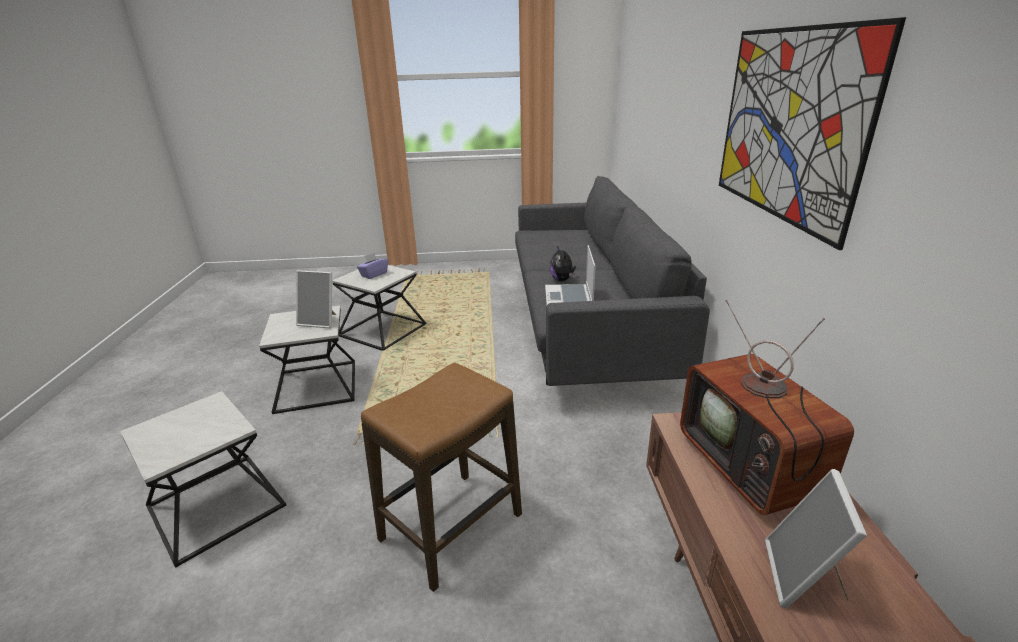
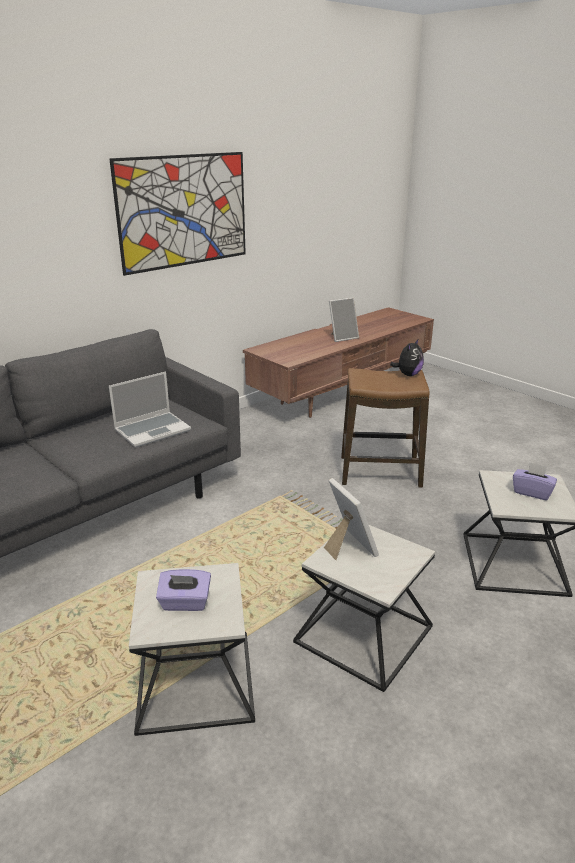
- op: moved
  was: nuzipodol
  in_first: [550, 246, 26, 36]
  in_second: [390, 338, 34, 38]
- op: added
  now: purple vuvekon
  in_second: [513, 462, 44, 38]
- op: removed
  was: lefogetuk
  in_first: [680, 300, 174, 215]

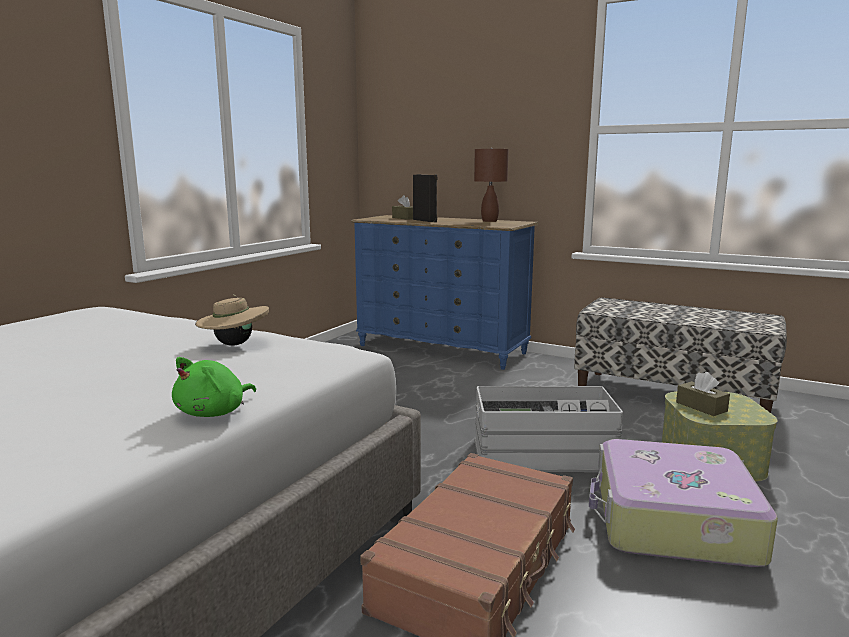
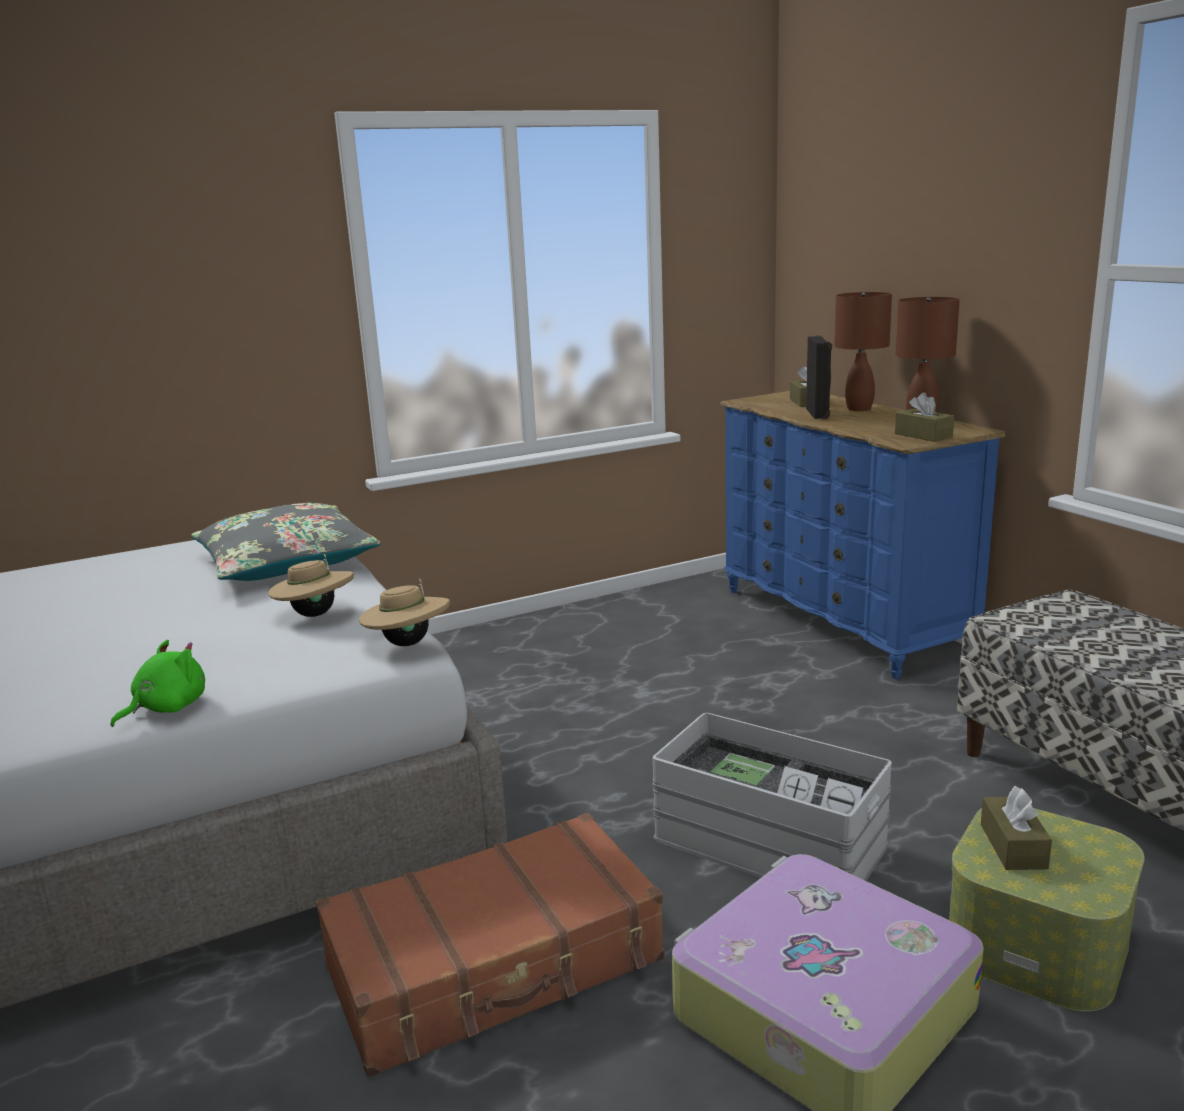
- op: turned
  was: green nuzipodol
  in_first: [172, 357, 84, 60]
  in_second: [110, 640, 95, 87]
  clockwise: 150
- op: added
  now: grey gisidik
  in_second: [192, 503, 189, 78]
- op: added
  now: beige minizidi
  in_second: [359, 579, 91, 67]
- op: added
  now: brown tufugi
  in_second: [834, 292, 58, 119]
- op: added
  now: brown vuvekon
  in_second: [895, 392, 59, 50]

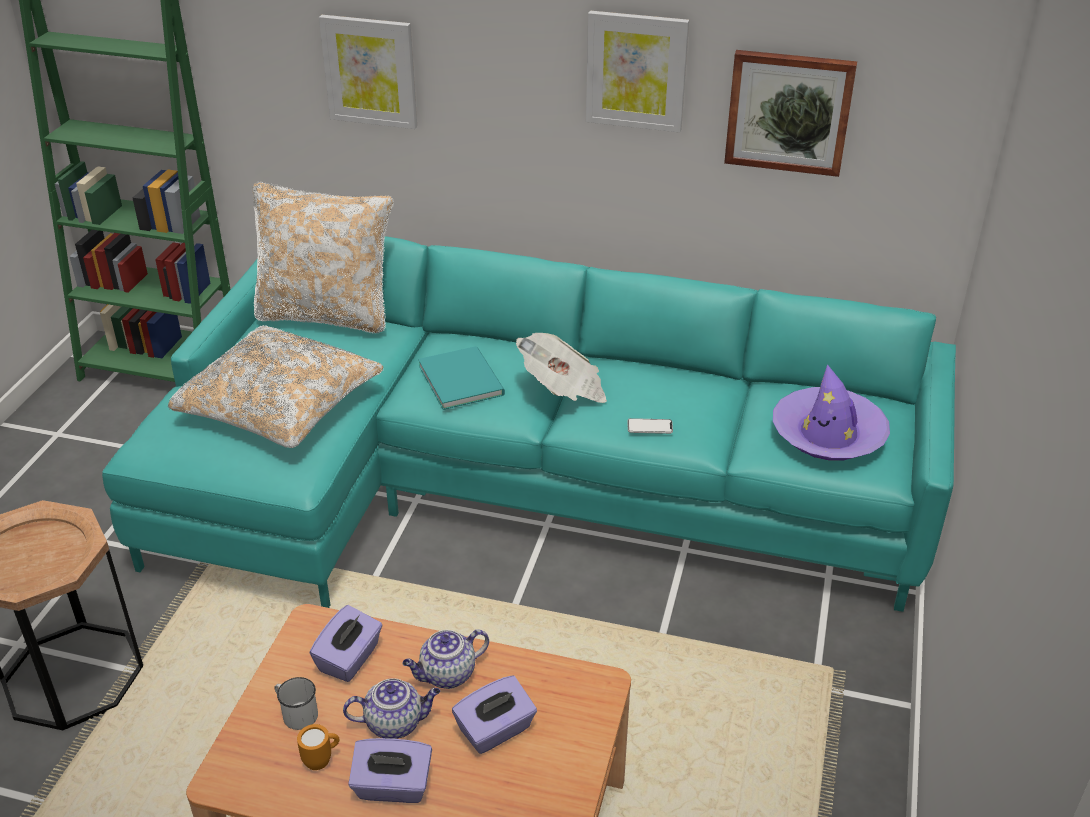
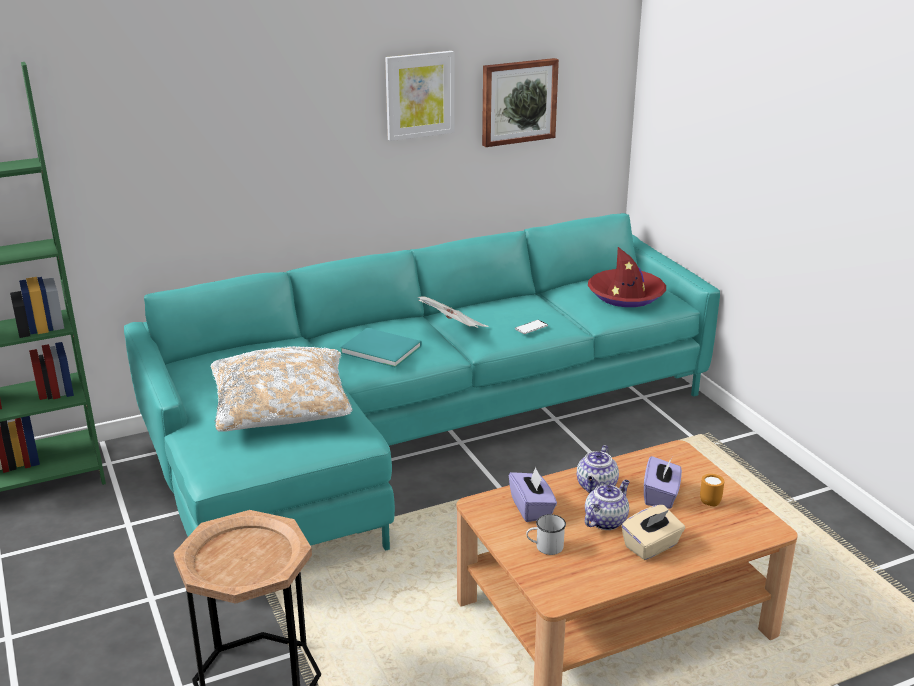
- op: recoloured
  was: purple minizidi
  now: red minizidi
  in_first: [773, 364, 117, 96]
  in_second: [588, 247, 78, 60]
- op: recoloured
  was: purple vuvekon
  now: beige vuvekon
  in_first: [348, 738, 84, 65]
  in_second: [621, 505, 64, 55]
- op: moved
  was: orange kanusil
  in_first: [297, 724, 42, 46]
  in_second: [700, 474, 24, 32]
- op: removed
  was: white gisidik
  in_first: [252, 182, 142, 151]
- op: removed
  was: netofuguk
  in_first: [319, 15, 98, 114]

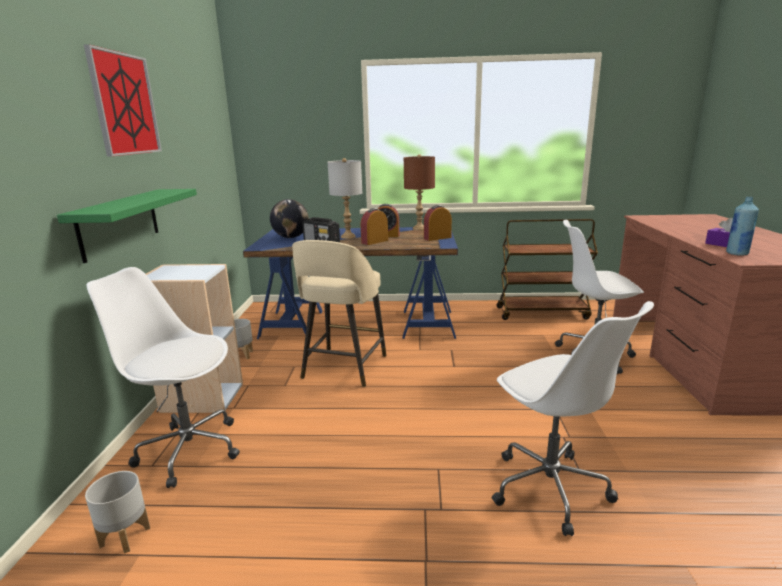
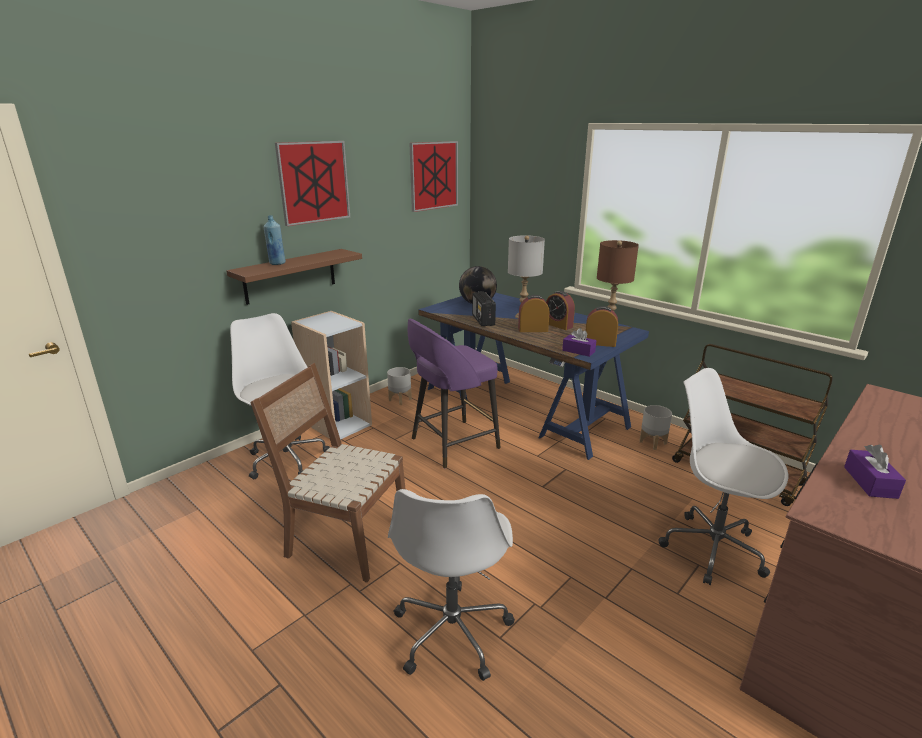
- op: recoloured
  was: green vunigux
  now: brown vunigux
  in_first: [57, 189, 140, 74]
  in_second: [226, 249, 136, 56]
- op: added
  now: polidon
  in_second: [250, 363, 155, 219]
- op: moved
  was: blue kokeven
  in_first: [726, 197, 33, 59]
  in_second: [264, 215, 22, 50]
- op: recoloured
  was: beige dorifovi
  now: purple dorifovi
  in_first: [292, 240, 94, 147]
  in_second: [408, 319, 93, 149]
- op: added
  now: netofuguk
  in_second: [409, 141, 49, 71]
- op: added
  now: purple vuvekon
  in_second: [562, 328, 34, 29]
- op: moved
  was: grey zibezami
  in_first: [85, 471, 65, 83]
  in_second: [639, 405, 33, 45]

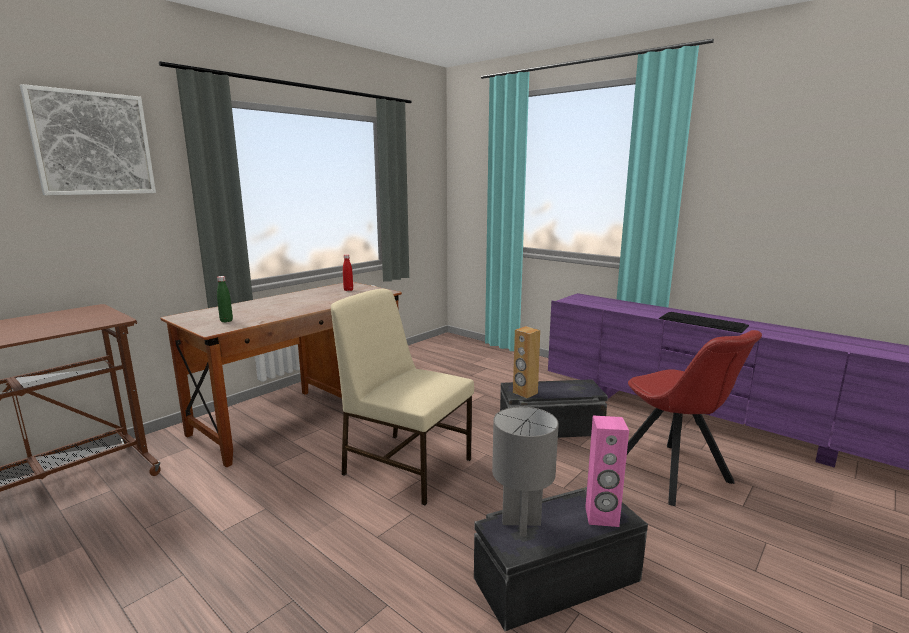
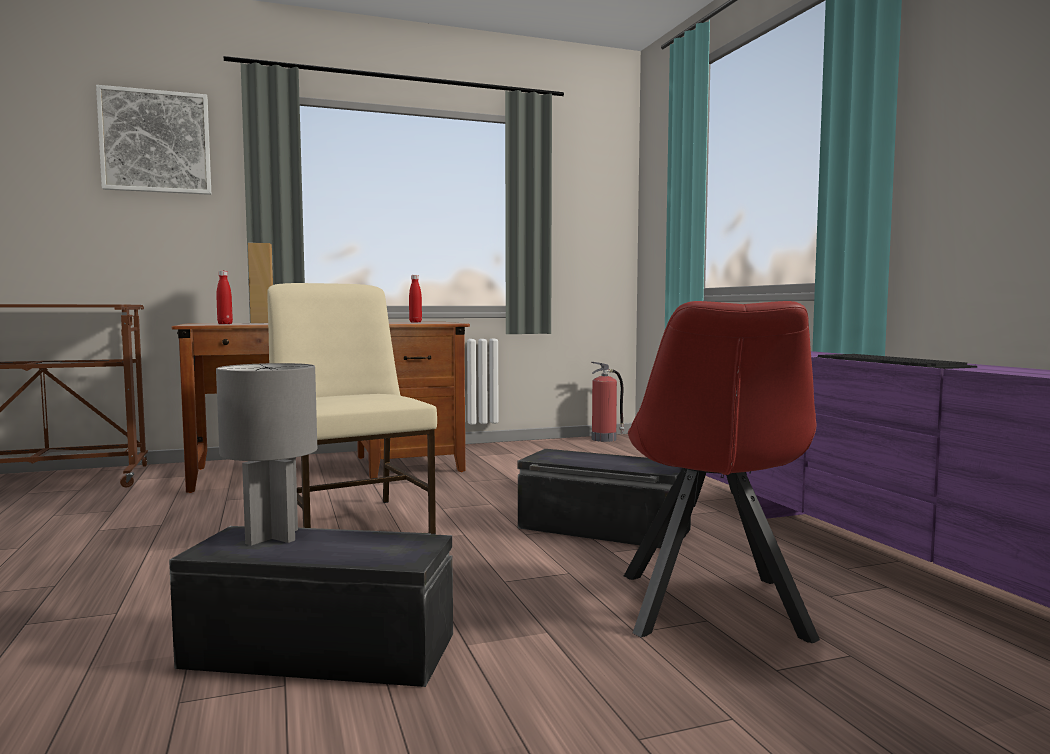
- op: recoloured
  was: green kokeven
  now: red kokeven
  in_first: [217, 276, 16, 46]
  in_second: [216, 271, 17, 53]
- op: moved
  was: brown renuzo
  in_first: [513, 326, 27, 72]
  in_second: [248, 243, 25, 80]
- op: added
  now: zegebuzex
  in_second: [591, 362, 33, 80]
- op: removed
  was: pink renuzo
  in_first: [585, 416, 44, 111]

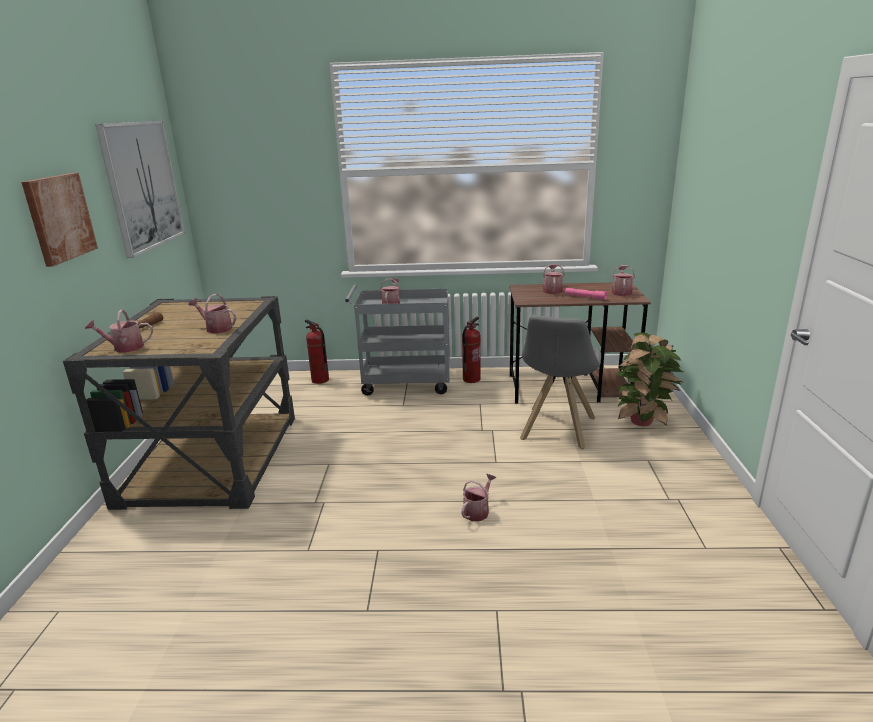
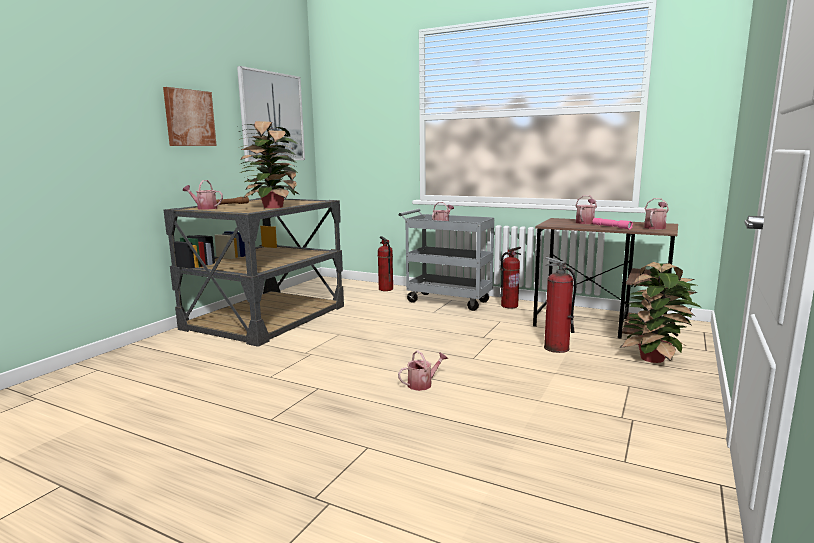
- op: replaced
  was: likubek
  now: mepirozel
  in_first: [189, 294, 47, 39]
  in_second: [238, 121, 62, 87]
- op: replaced
  was: grey polidon
  now: zegebuzex
  in_first: [520, 315, 81, 134]
  in_second: [544, 257, 32, 96]

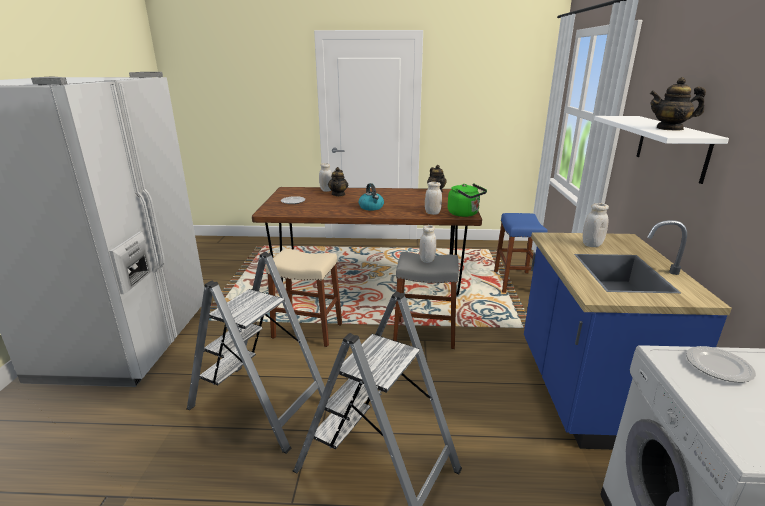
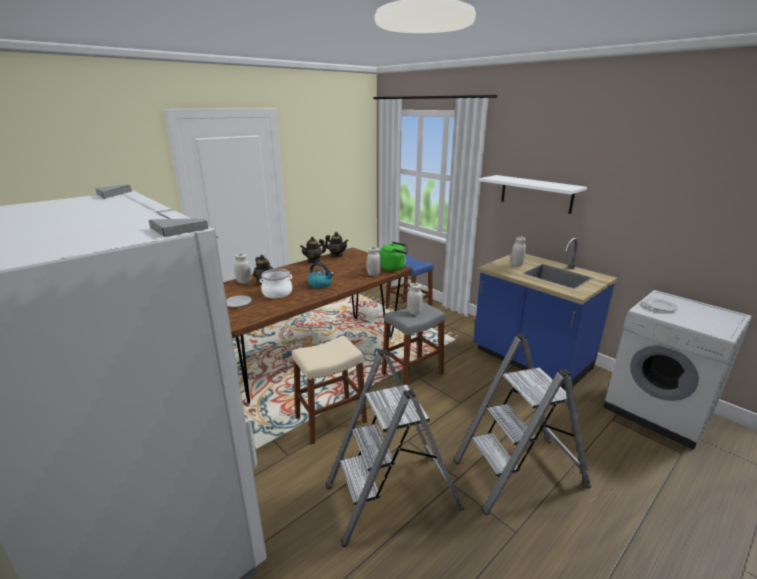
- op: added
  now: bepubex
  in_second: [259, 269, 33, 29]
- op: moved
  was: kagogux
  in_first: [650, 77, 56, 54]
  in_second: [300, 236, 26, 27]

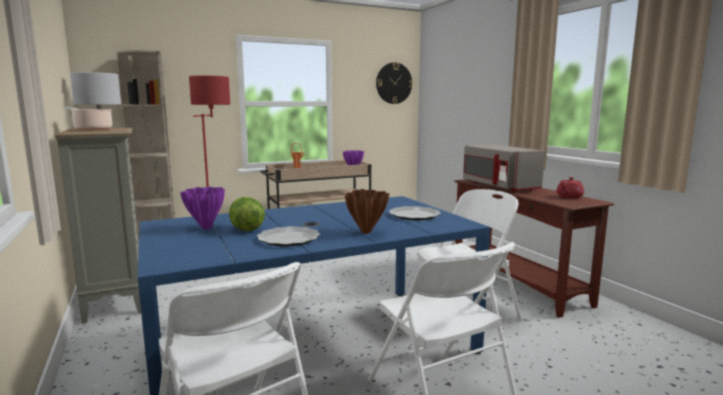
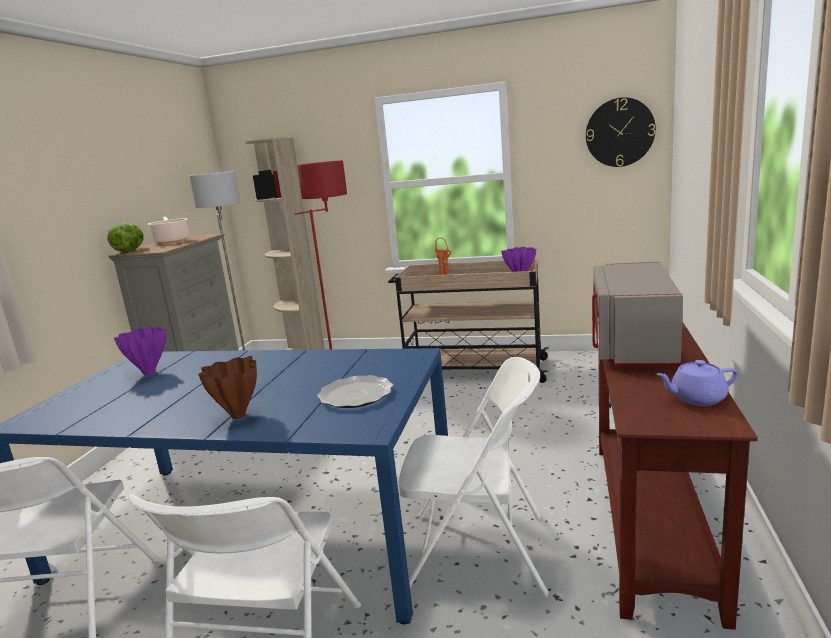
- op: moved
  was: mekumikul
  in_first: [229, 197, 36, 34]
  in_second: [107, 223, 37, 29]
- op: recoloured
  was: red kagogux
  now: purple kagogux
  in_first: [556, 177, 28, 21]
  in_second: [656, 360, 82, 46]
- op: removed
  was: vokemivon
  in_first: [257, 226, 63, 21]

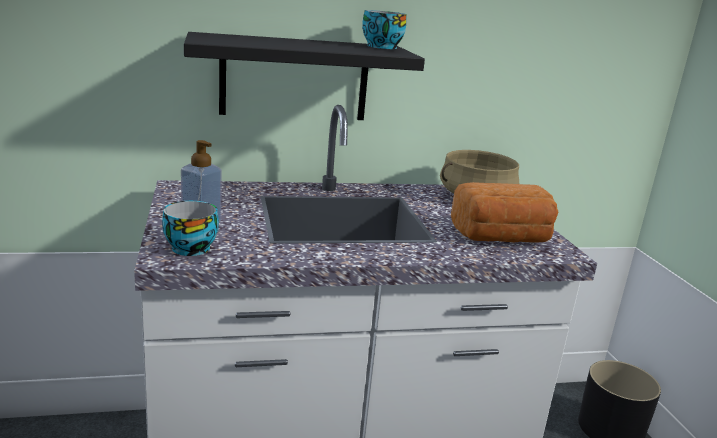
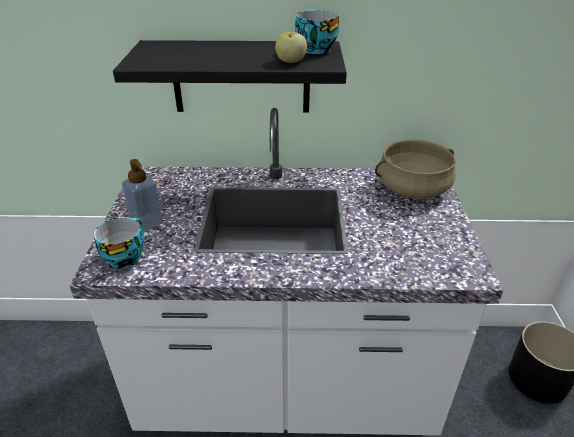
- op: added
  now: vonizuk
  in_second: [275, 32, 32, 31]
- op: removed
  was: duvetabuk
  in_first: [451, 182, 108, 61]

